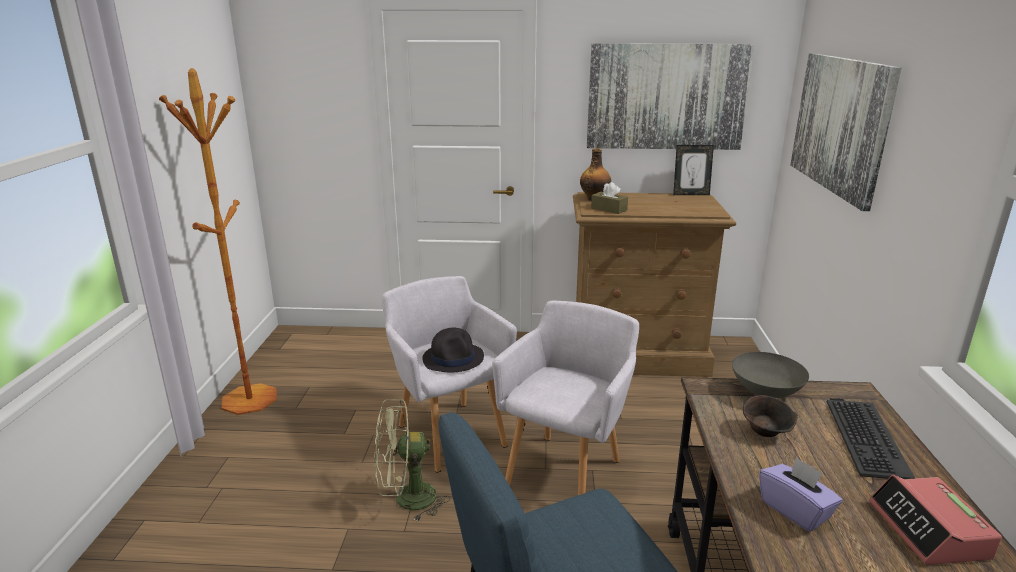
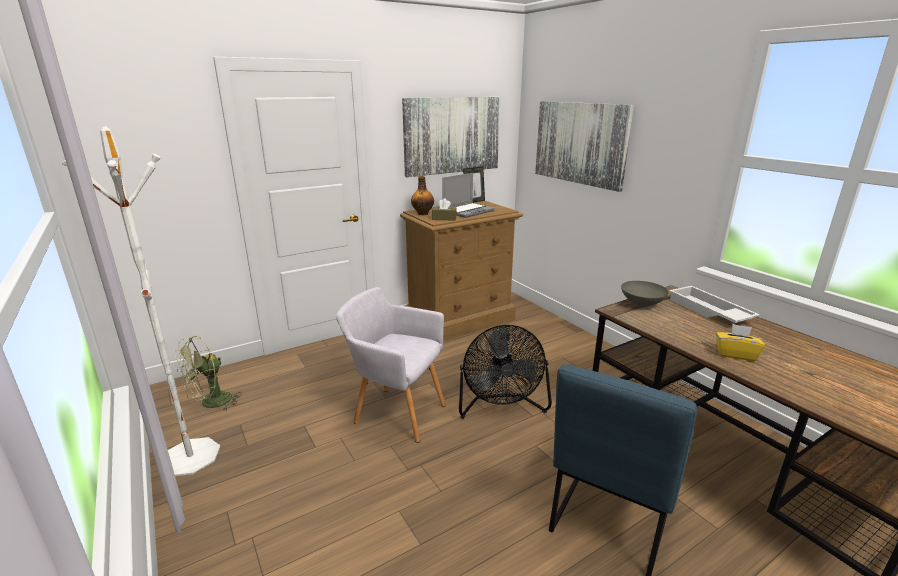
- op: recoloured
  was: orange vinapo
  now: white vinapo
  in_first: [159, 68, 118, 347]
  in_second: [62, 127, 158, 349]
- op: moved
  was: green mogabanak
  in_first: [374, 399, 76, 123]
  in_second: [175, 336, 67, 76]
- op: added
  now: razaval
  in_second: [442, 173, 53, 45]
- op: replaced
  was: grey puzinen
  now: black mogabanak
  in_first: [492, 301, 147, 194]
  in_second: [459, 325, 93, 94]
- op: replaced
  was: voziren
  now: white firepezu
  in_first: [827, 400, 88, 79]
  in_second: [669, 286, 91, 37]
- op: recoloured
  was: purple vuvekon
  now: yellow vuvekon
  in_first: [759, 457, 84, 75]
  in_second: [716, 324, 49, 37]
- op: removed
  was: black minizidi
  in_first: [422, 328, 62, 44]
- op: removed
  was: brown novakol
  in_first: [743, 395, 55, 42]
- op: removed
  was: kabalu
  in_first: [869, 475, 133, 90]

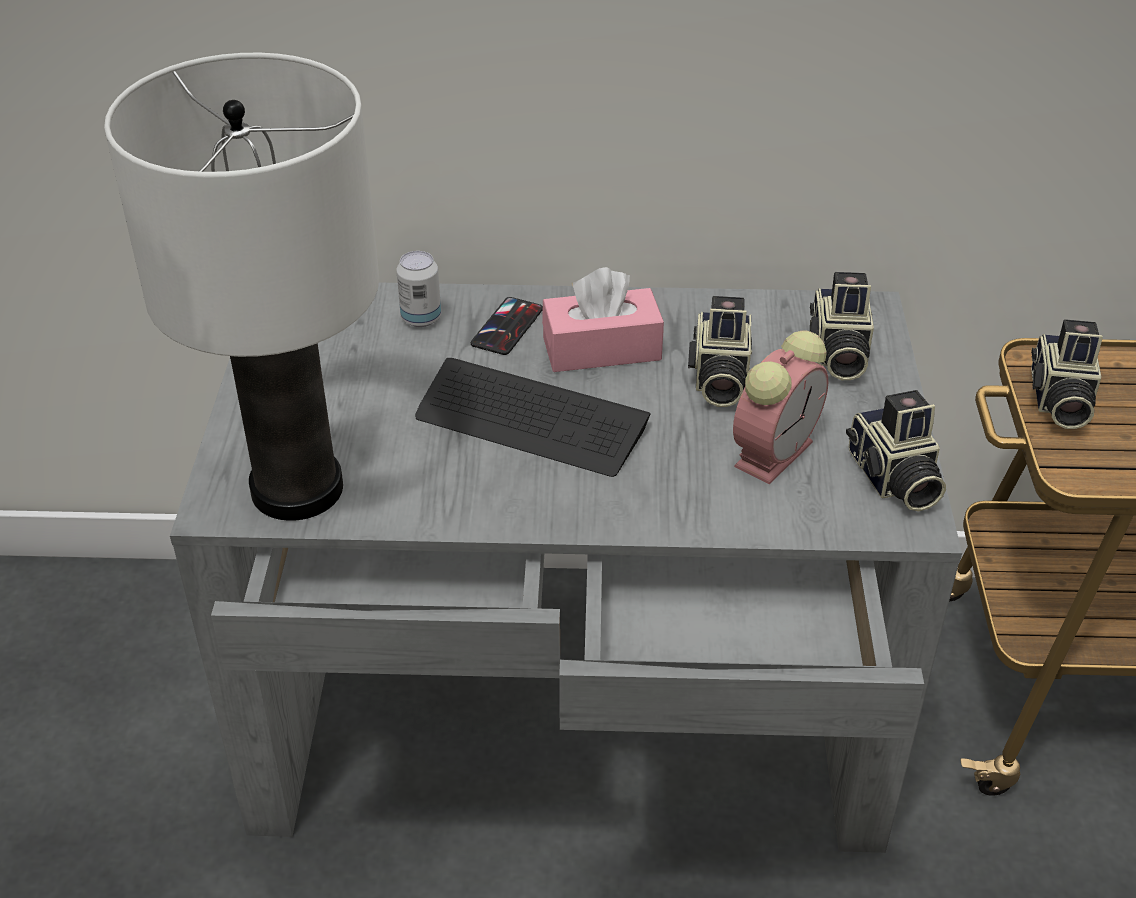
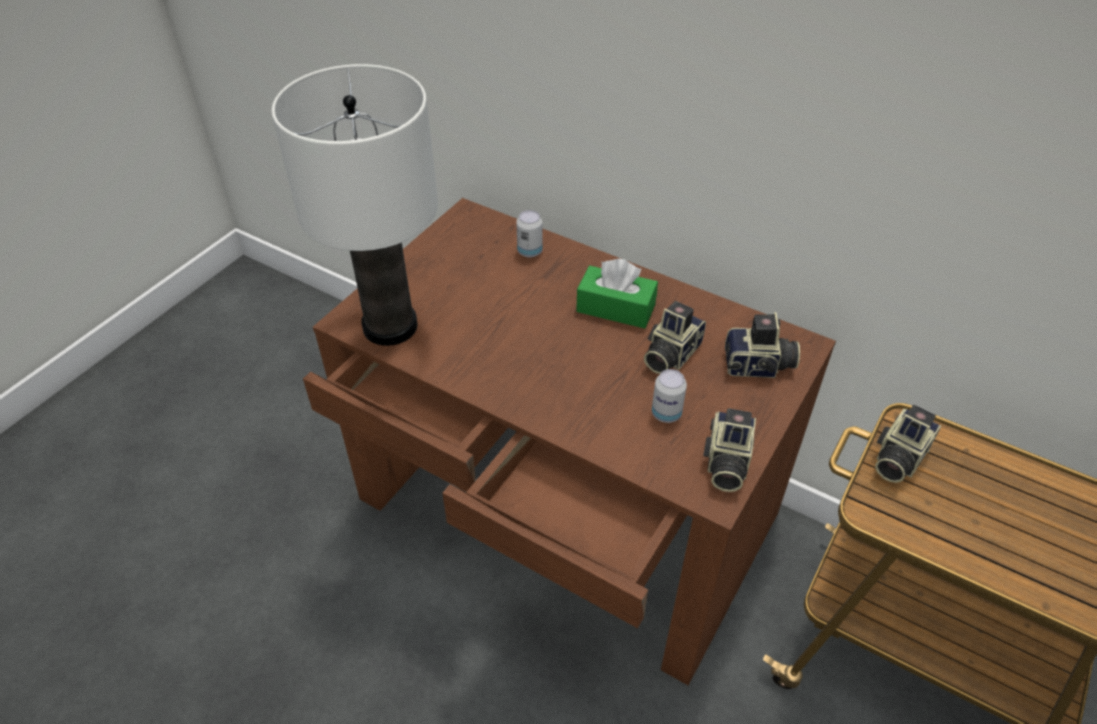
- op: recoloured
  was: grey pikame
  now: brown pikame
  in_first: [170, 283, 792, 570]
  in_second: [303, 198, 533, 487]
- op: recoloured
  was: pink vuvekon
  now: green vuvekon
  in_first: [542, 267, 122, 105]
  in_second: [576, 259, 82, 70]
- op: replaced
  was: kabalu
  now: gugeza
  in_first: [733, 330, 95, 154]
  in_second: [652, 369, 35, 54]
- op: turned
  was: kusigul
  in_first: [810, 272, 64, 108]
  in_second: [725, 312, 75, 66]
  clockwise: -120
- op: removed
  was: voziren
  in_first: [415, 358, 236, 119]
- op: removed
  was: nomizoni
  in_first: [471, 297, 72, 58]

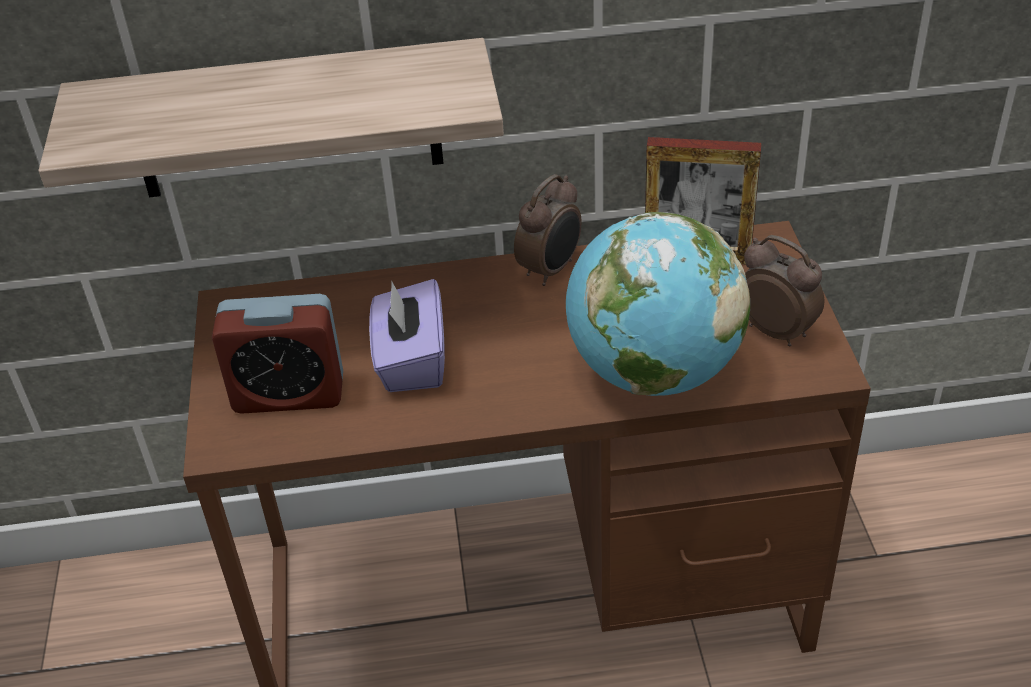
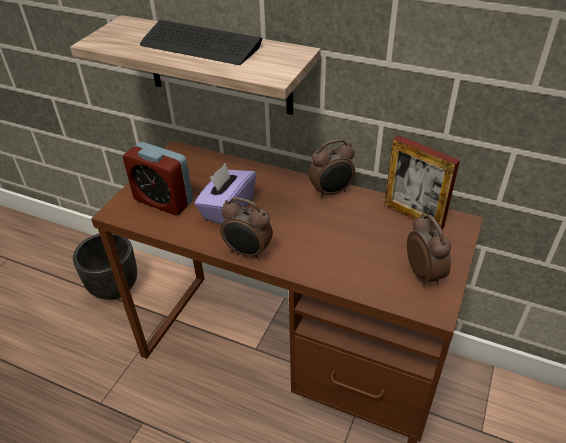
- op: added
  now: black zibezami
  in_second: [73, 234, 64, 66]
- op: added
  now: voziren
  in_second: [140, 20, 123, 45]
- op: added
  now: kabalu
  in_second: [220, 197, 53, 64]
- op: removed
  was: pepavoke
  in_first: [566, 212, 184, 184]

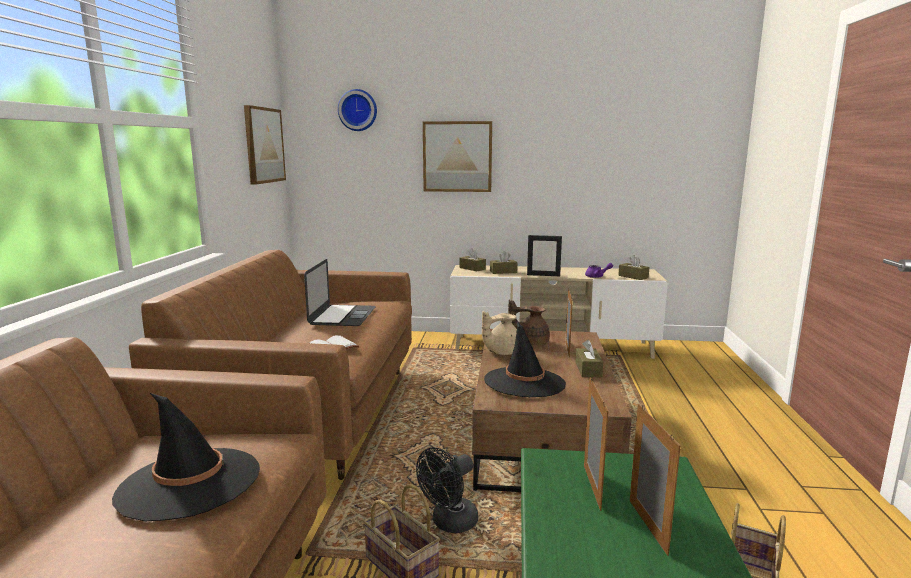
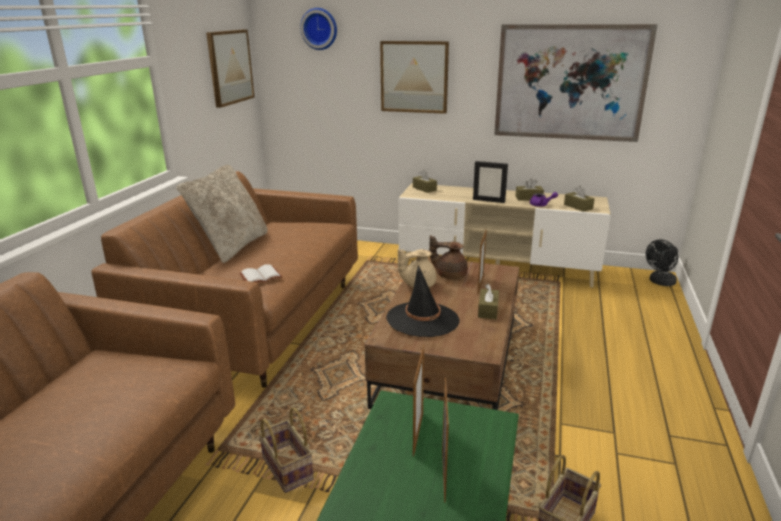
- op: added
  now: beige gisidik
  in_second: [176, 165, 91, 98]
- op: added
  now: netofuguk
  in_second: [494, 24, 164, 118]
- op: moved
  was: brown vuvekon
  in_first: [490, 251, 28, 23]
  in_second: [516, 178, 28, 23]
- op: moved
  was: black mogabanak
  in_first: [416, 447, 62, 86]
  in_second: [646, 240, 32, 46]
- op: removed
  was: black minizidi
  in_first: [112, 393, 148, 128]
- op: removed
  was: razaval
  in_first: [304, 259, 72, 67]

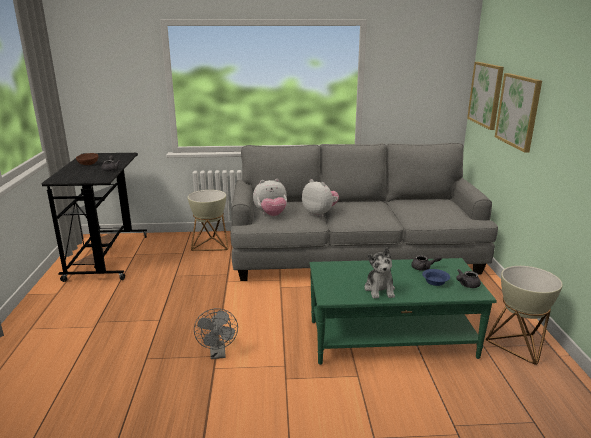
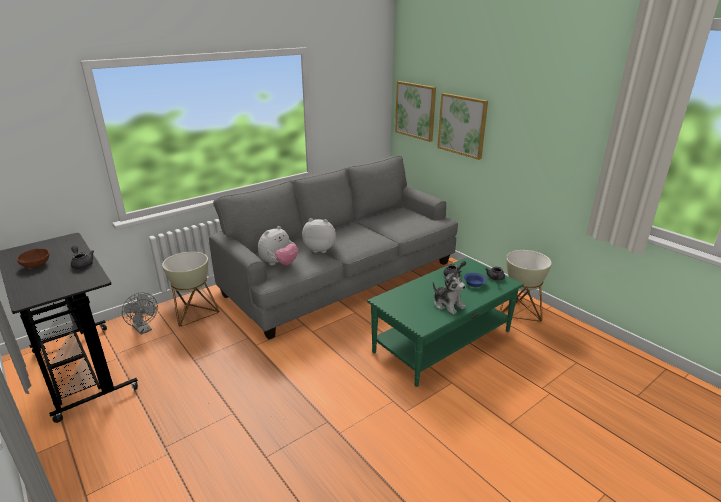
- op: moved
  was: grey mogabanak
  in_first: [194, 308, 44, 51]
  in_second: [122, 292, 36, 43]

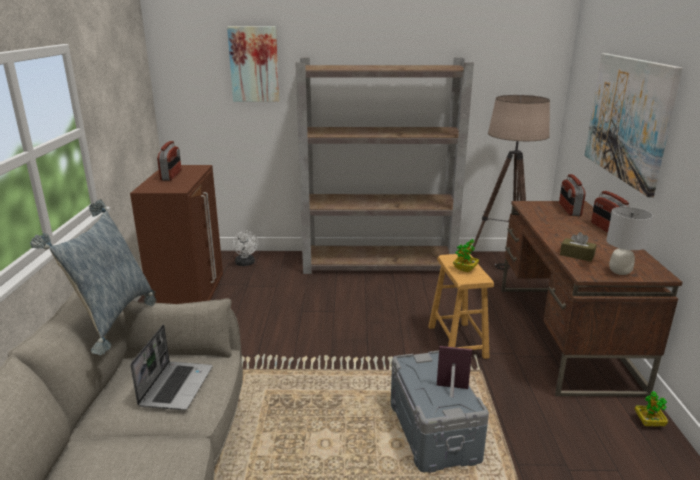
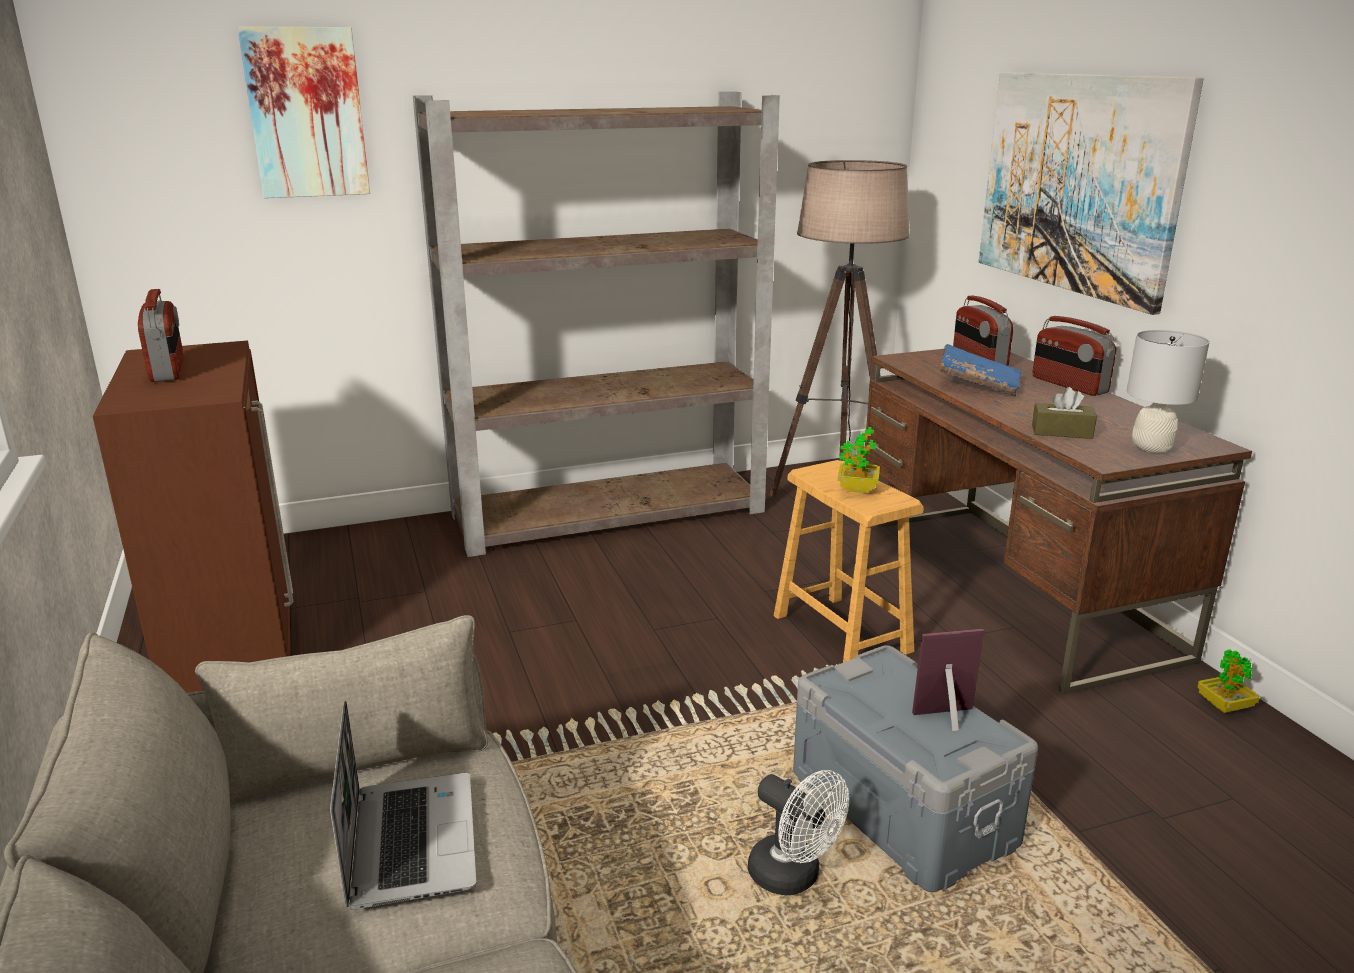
- op: moved
  was: white mogabanak
  in_first: [233, 231, 26, 35]
  in_second: [748, 770, 101, 125]
- op: added
  now: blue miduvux
  in_second: [939, 344, 82, 53]
- op: removed
  was: gisidik
  in_first: [30, 199, 126, 157]

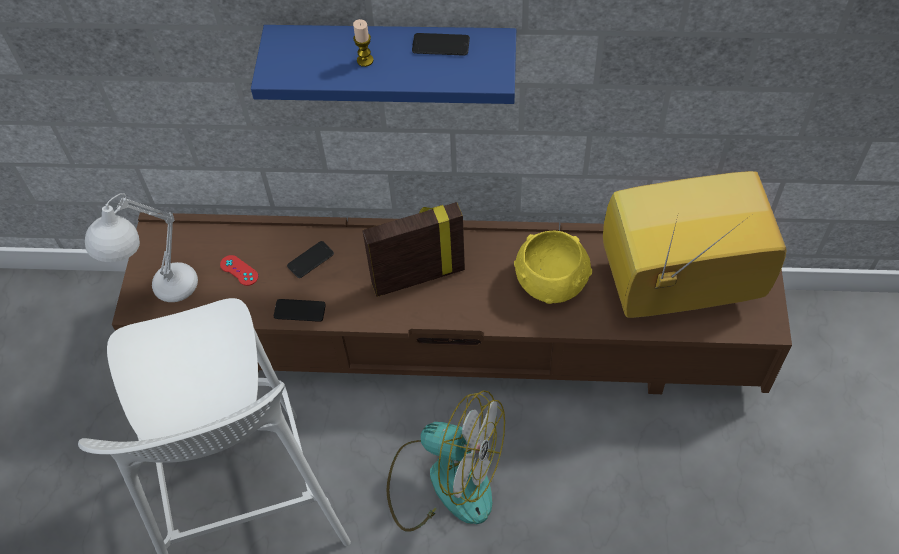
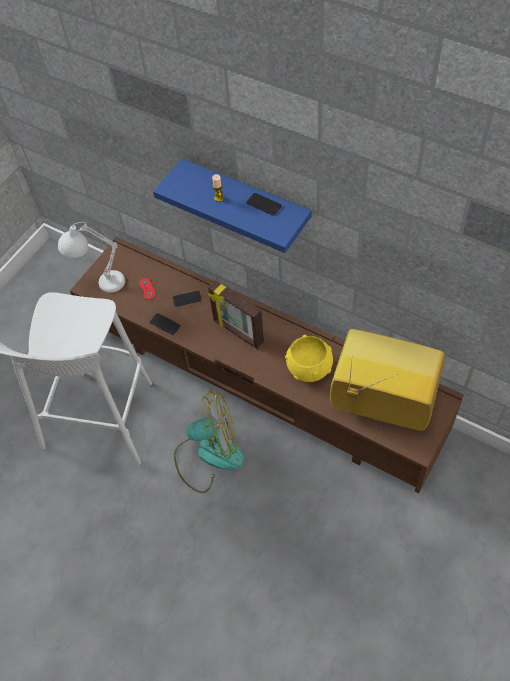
- op: turned
  was: mogabanak
  in_first: [387, 390, 118, 142]
  in_second: [174, 391, 70, 102]
  clockwise: -60
- op: turned
  was: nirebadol
  in_first: [362, 202, 103, 95]
  in_second: [207, 280, 57, 69]
  clockwise: -150

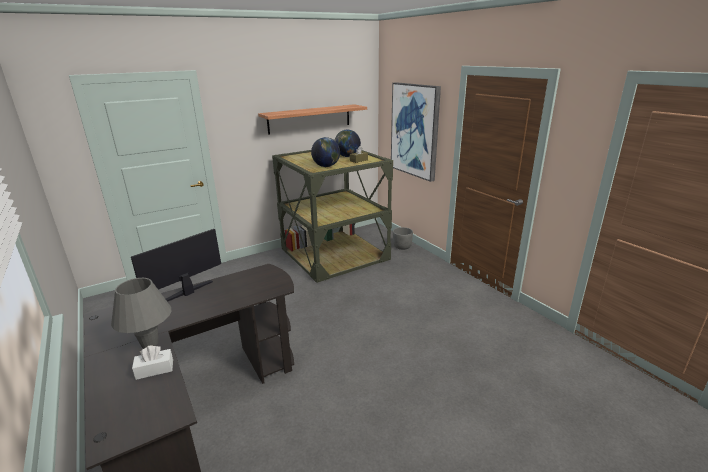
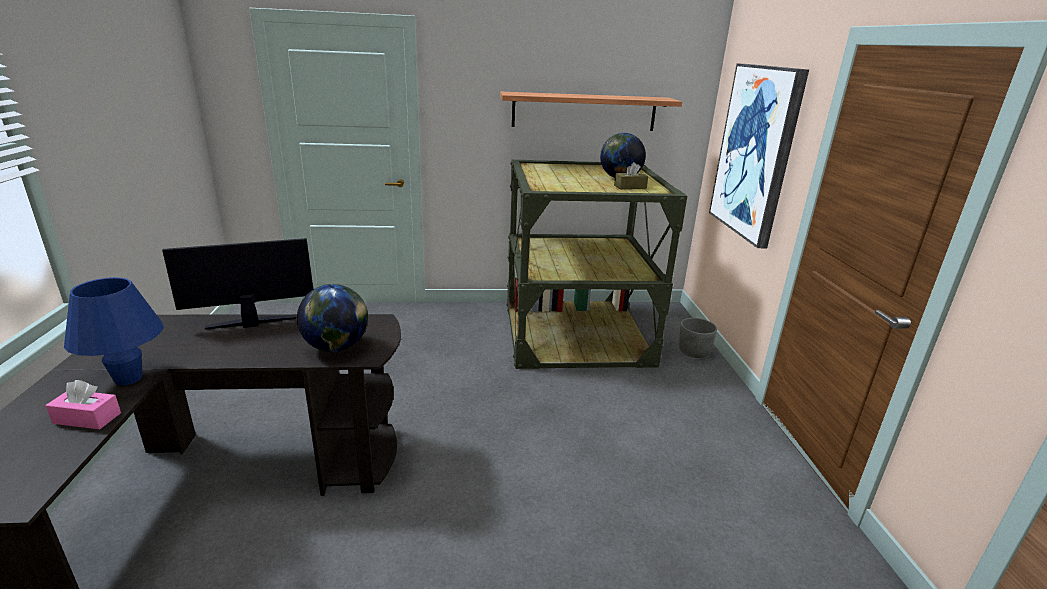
- op: recoloured
  was: white vuvekon
  now: pink vuvekon
  in_first: [132, 345, 41, 35]
  in_second: [45, 380, 76, 49]
- op: recoloured
  was: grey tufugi
  now: blue tufugi
  in_first: [111, 278, 60, 71]
  in_second: [64, 277, 100, 109]
- op: moved
  was: pepavoke
  in_first: [311, 137, 29, 30]
  in_second: [297, 284, 71, 68]

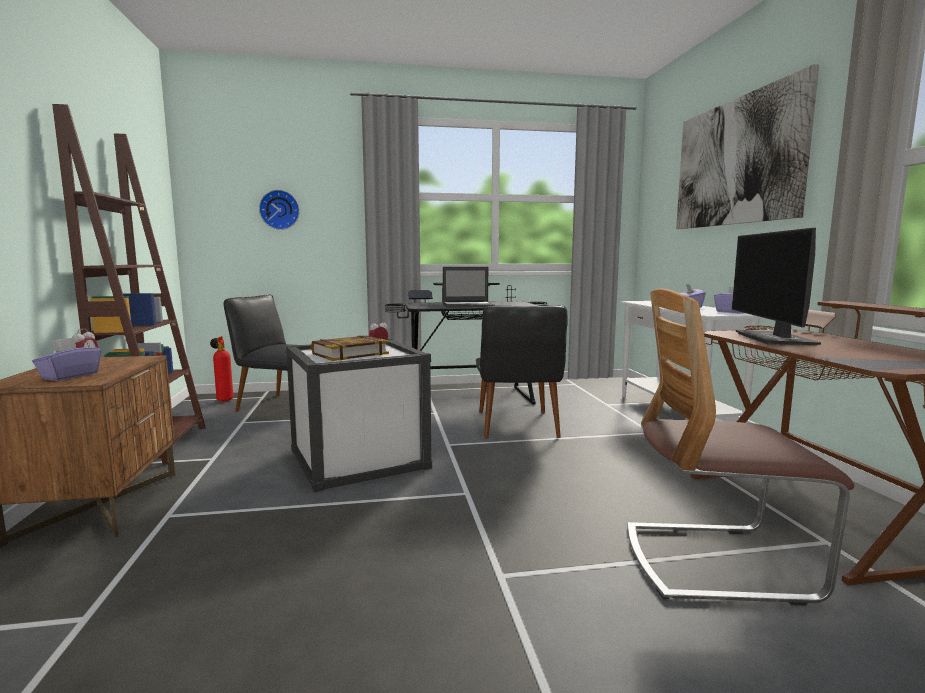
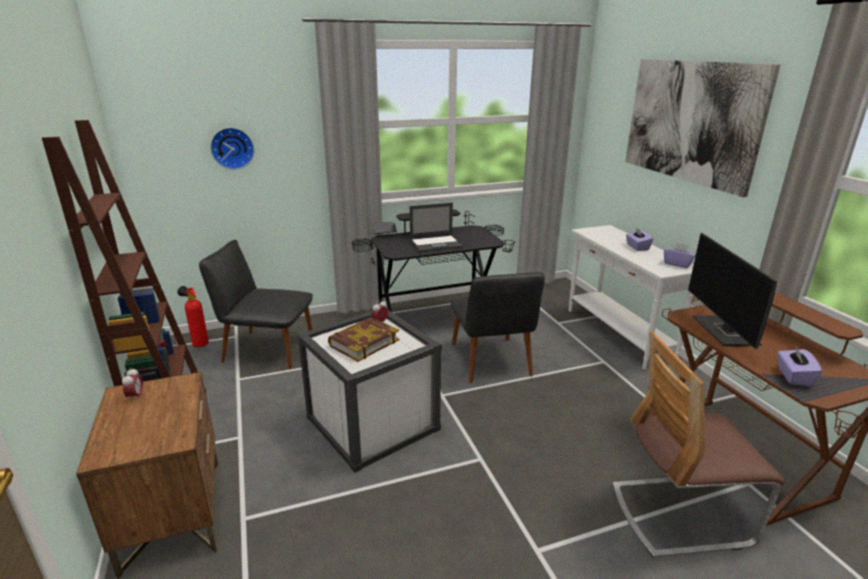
- op: moved
  was: purple vuvekon
  in_first: [32, 337, 69, 44]
  in_second: [778, 344, 44, 43]

